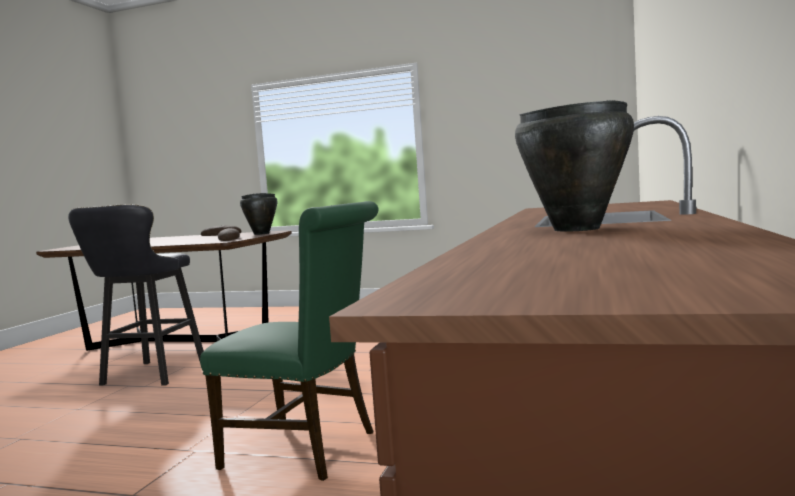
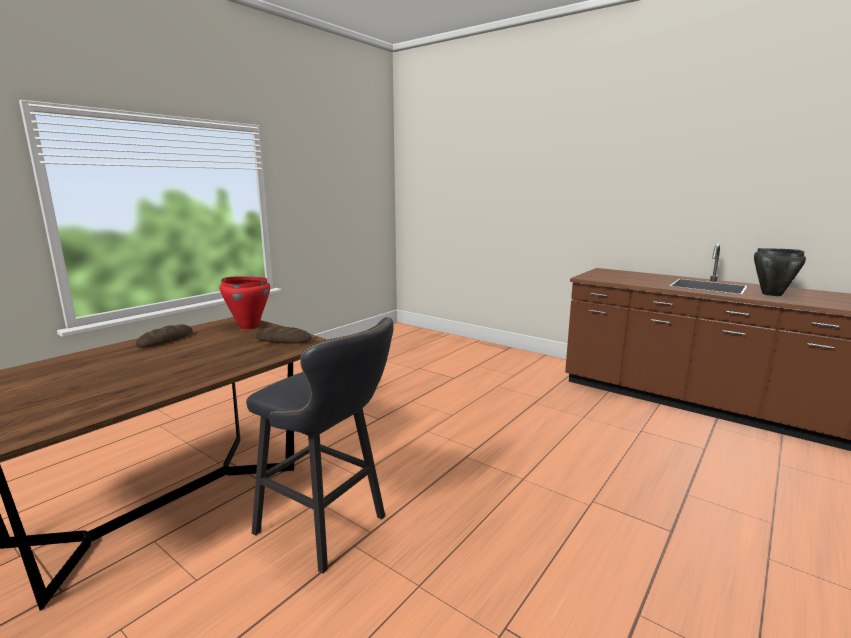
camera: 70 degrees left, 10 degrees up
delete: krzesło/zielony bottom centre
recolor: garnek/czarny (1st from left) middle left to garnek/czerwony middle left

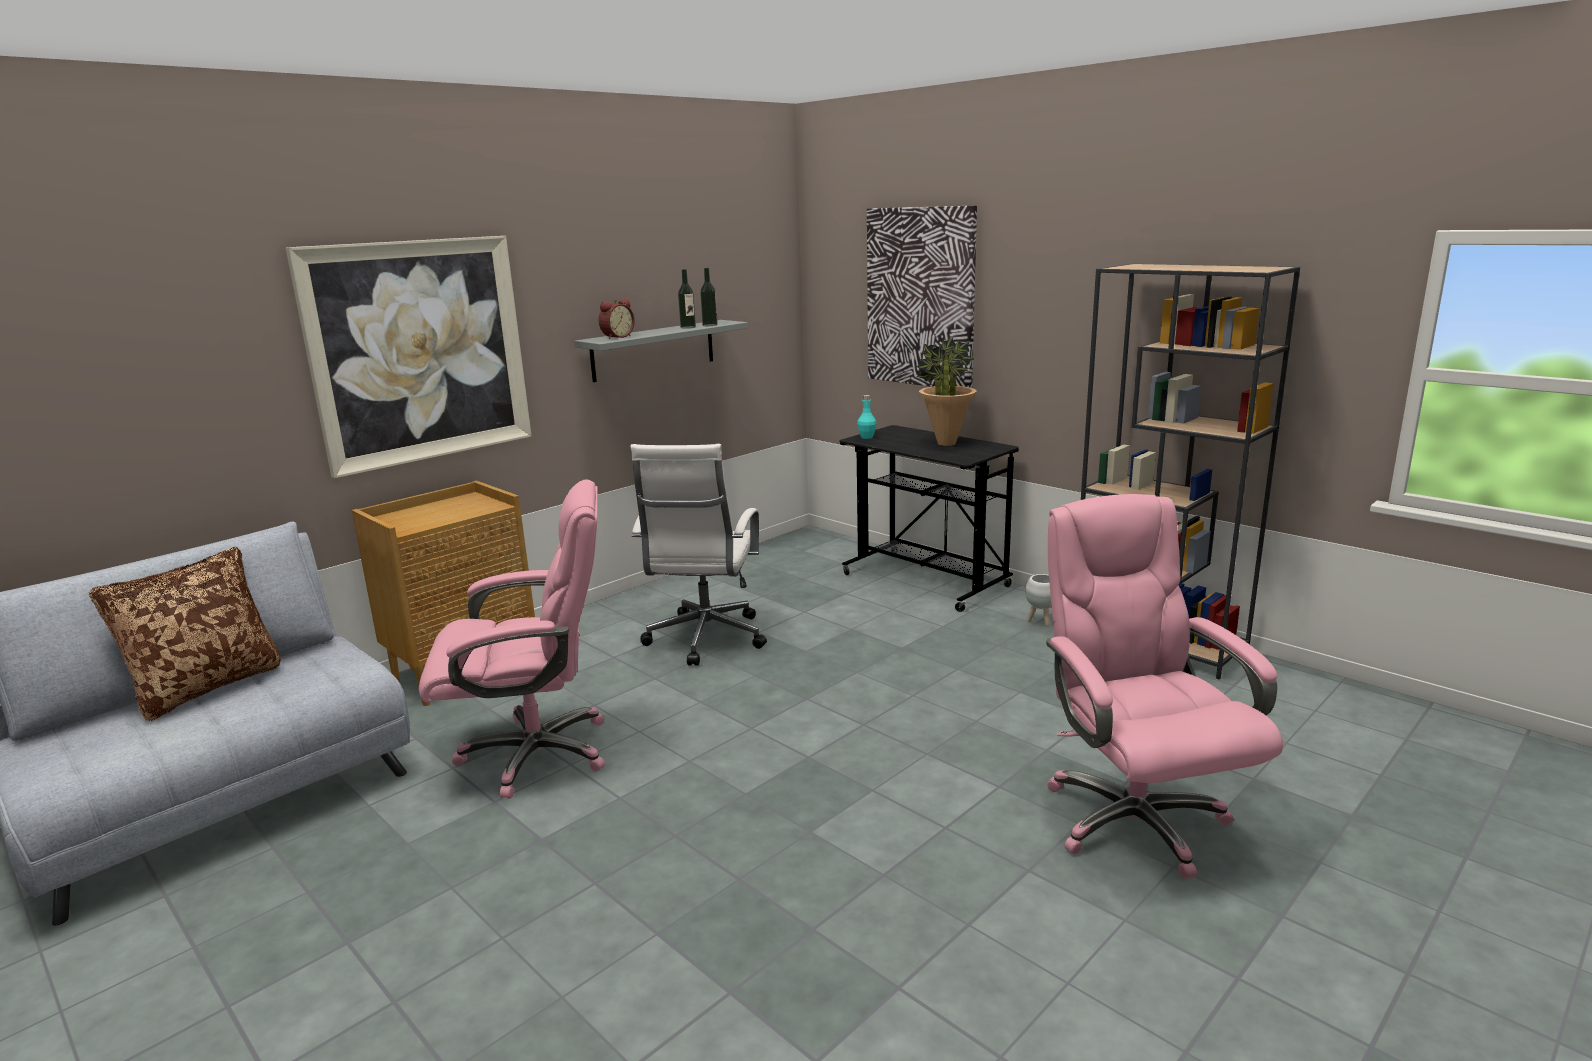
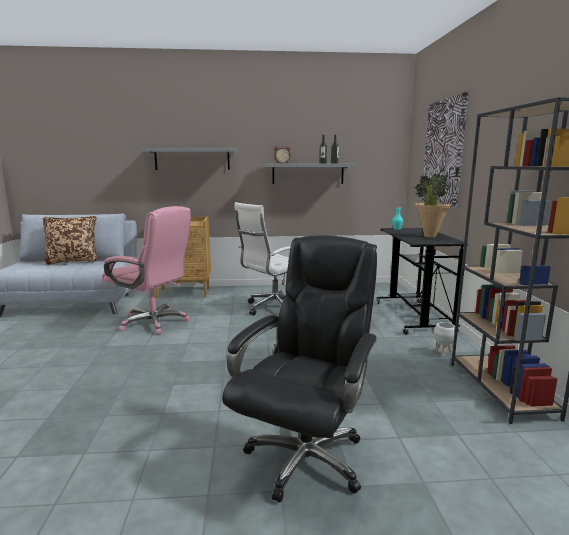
camera: 40 degrees right, 5 degrees down
replace: obraz (1st from left) middle left to półka/szary (1st from left) top left
recolor: krzesło biurowe/różowy (2nd from left) middle right to krzesło biurowe/czarny bottom centre

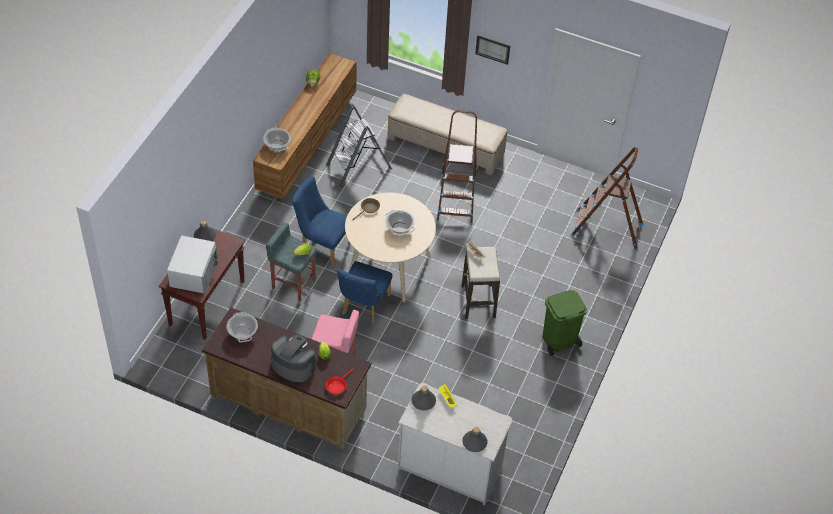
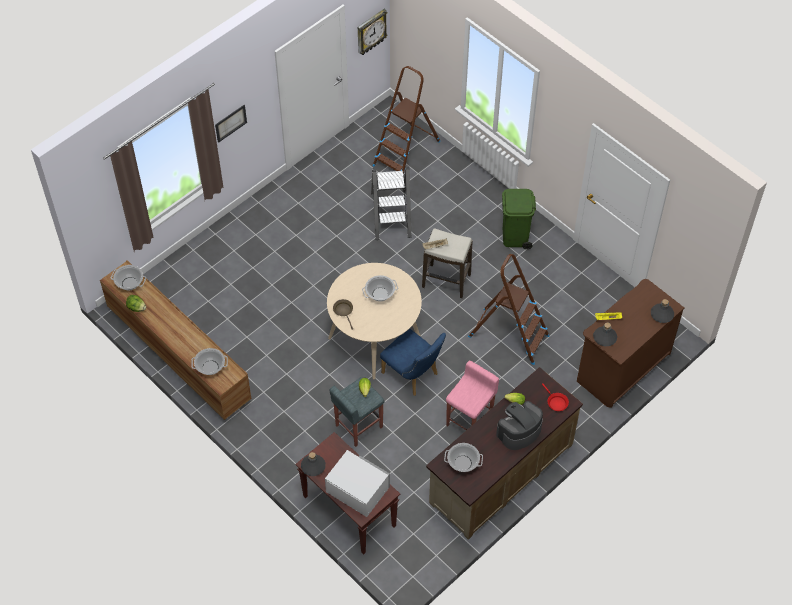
camera: 65 degrees left, 5 degrees up
delete: krzesło/niebieski (1st from left) centre; ławka/beżowy top centre
insert: garnek (1st from left) middle left; zegar ścienny top centre
move: drabinka/szary top centre to centre; drabinka/brązowy (1st from left in the first image) top centre to drabinka/brązowy (2nd from left) centre
recolor: komoda/biały bottom centre to komoda/brązowy middle right

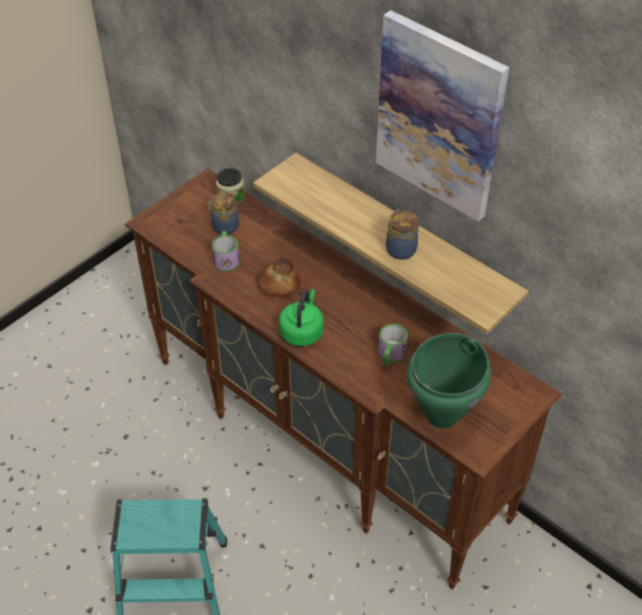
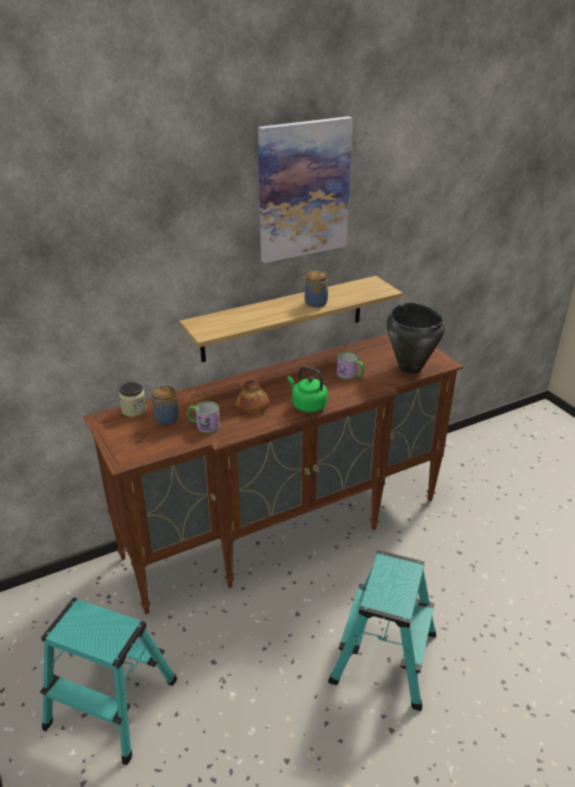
camera: 70 degrees left, 15 degrees down
insert: drabinka/turkusowy (1st from left) bottom left
recolor: garnek/zielony middle right to garnek/czarny middle right

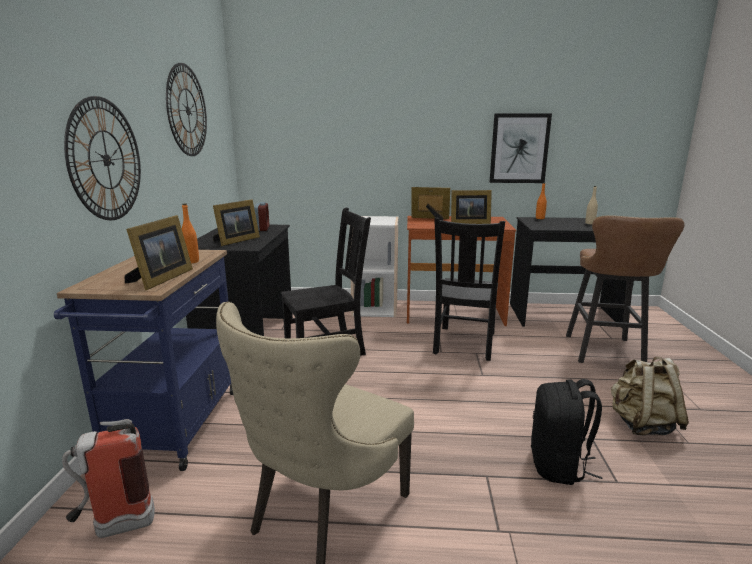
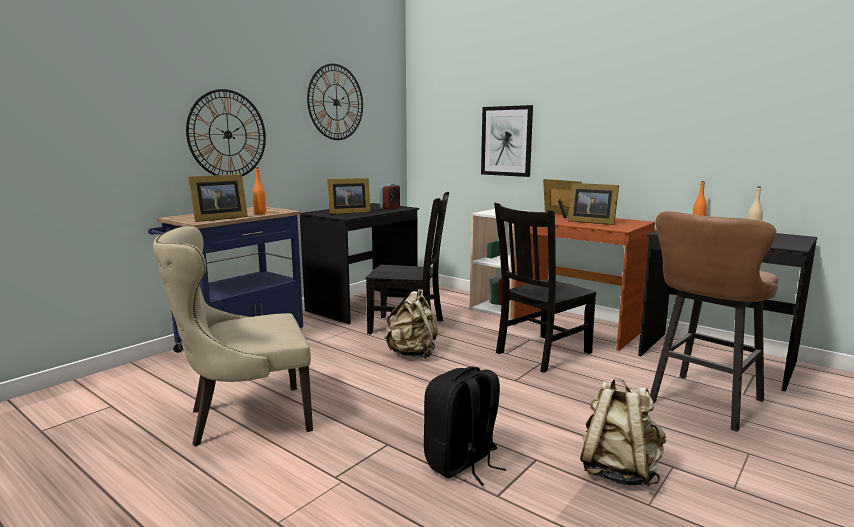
camera: 35 degrees right, 5 degrees down
delete: gaśnica bottom left
insert: plecak/beżowy (1st from left) centre
move: obraz top right to top centre

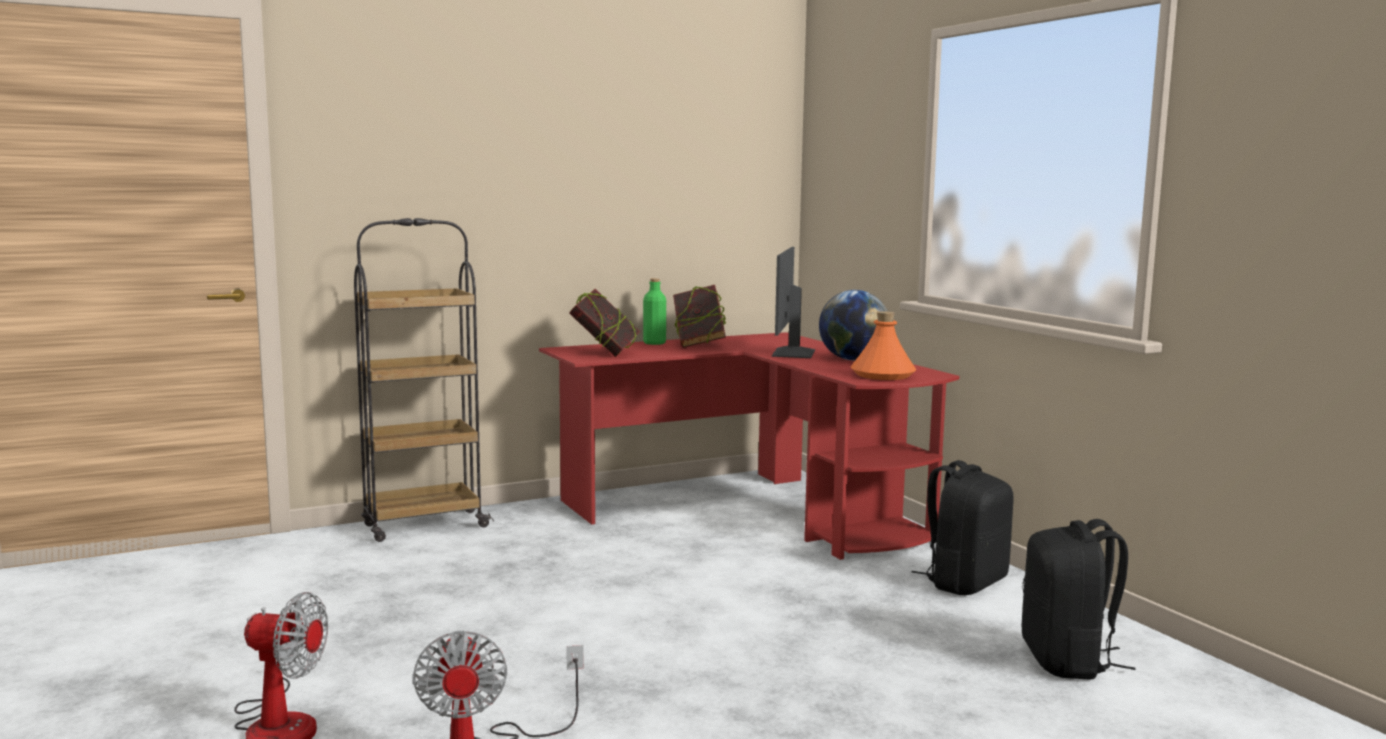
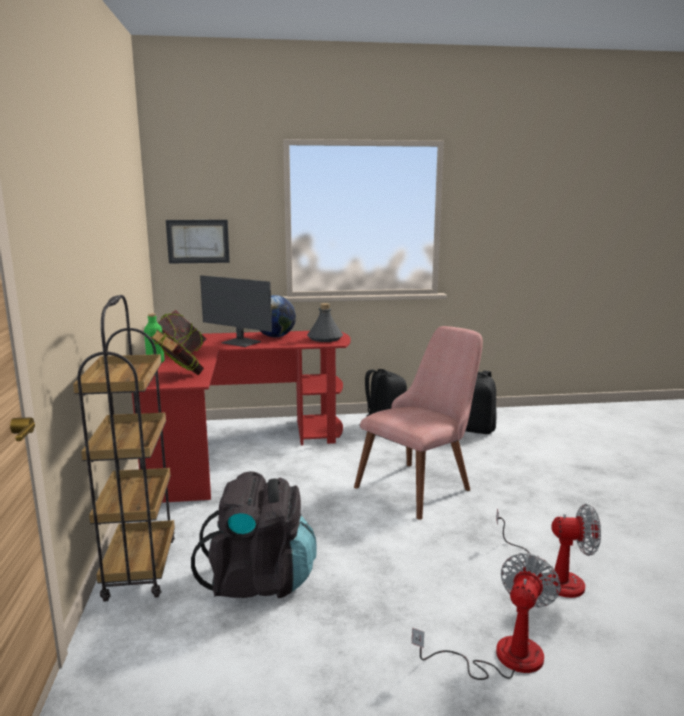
camera: 70 degrees left, 5 degrees up
insert: obraz middle left; plecak/czarny (1st from left) bottom centre; krzesło/różowy centre
recolor: butelka/pomarańczowy centre to butelka/szary centre

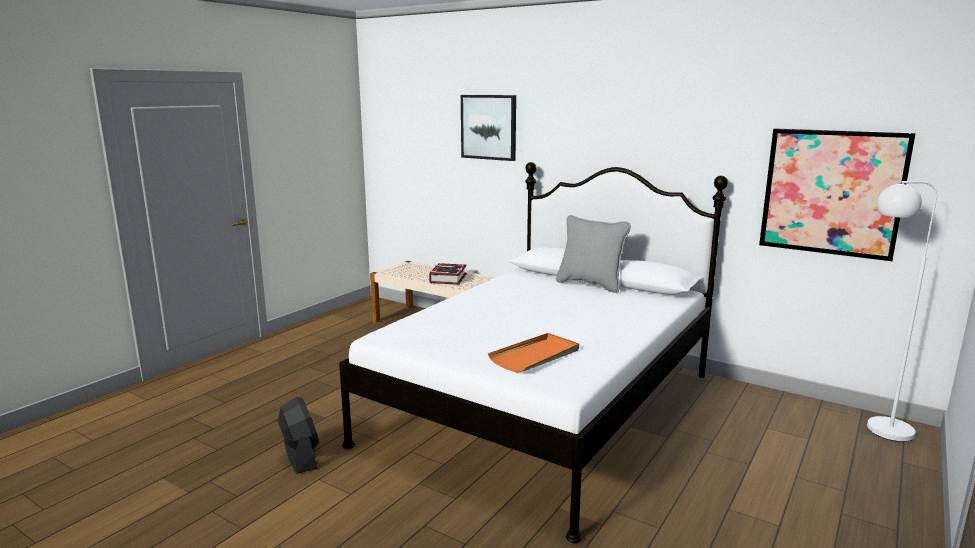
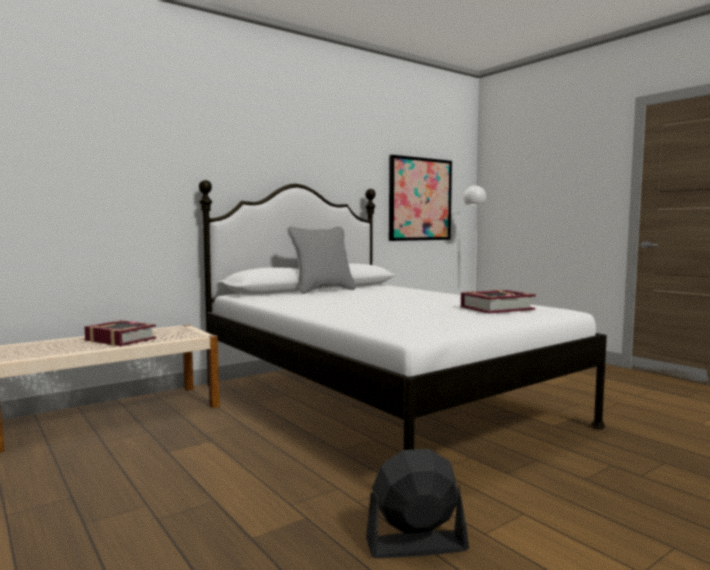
camera: 70 degrees left, 10 degrees down
delete: obraz (1st from left) top centre
replace: taca/pomarańczowy centre to książka (2nd from left) middle right

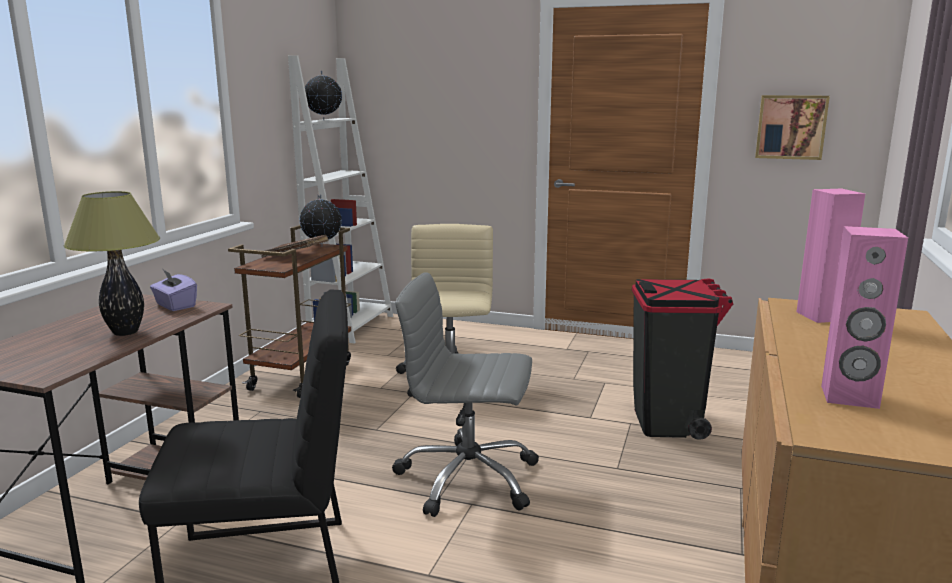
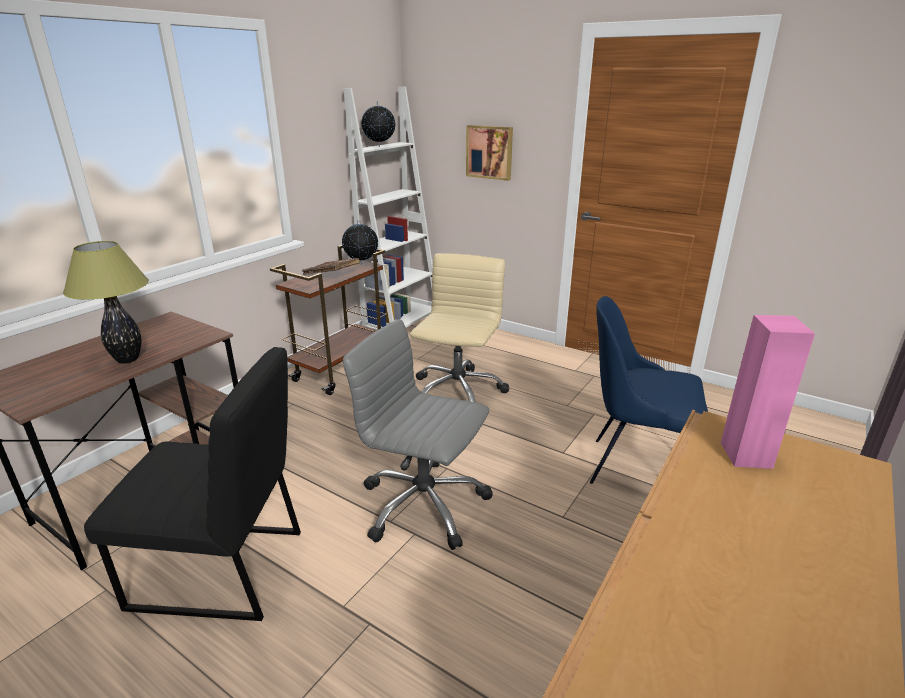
camera: 15 degrees right, 10 degrees up
delete: pudełko chusteczek/fioletowy middle left; głośnik/różowy (2nd from left) middle right
move: obraz top right to top centre
replace: kosz na śmieci/czarny middle right to krzesło/niebieski middle right

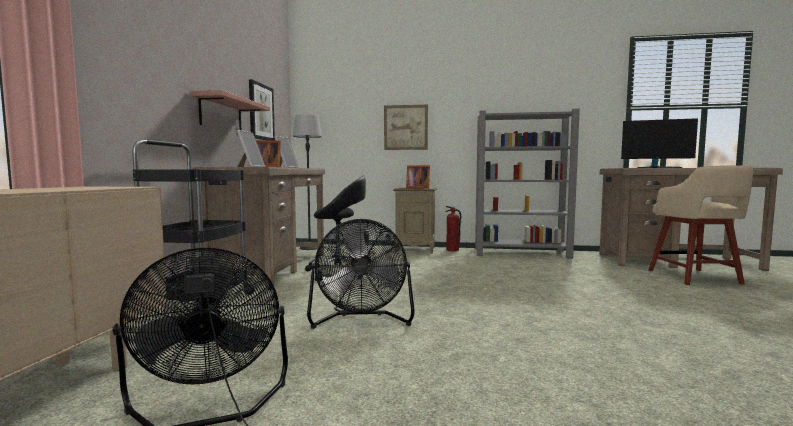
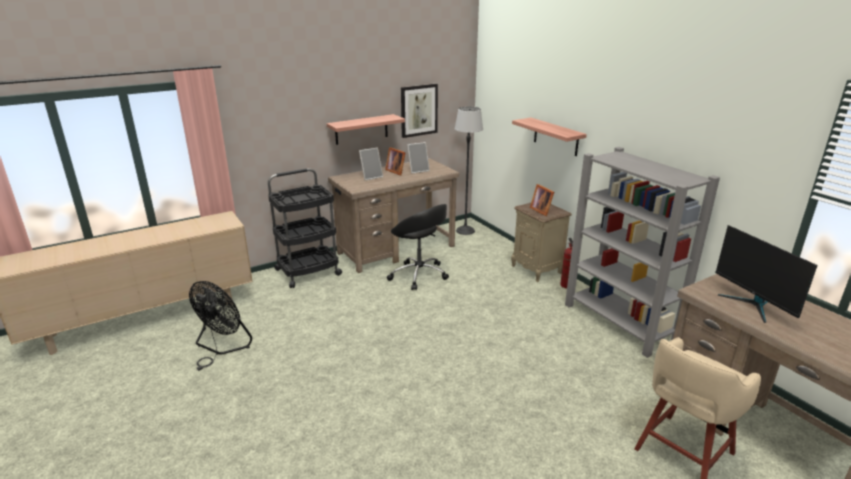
camera: 50 degrees right, 20 degrees up
delete: wentylator/czarny (2nd from left) centre
replace: obraz (2nd from left) top centre to półka (2nd from left) top centre

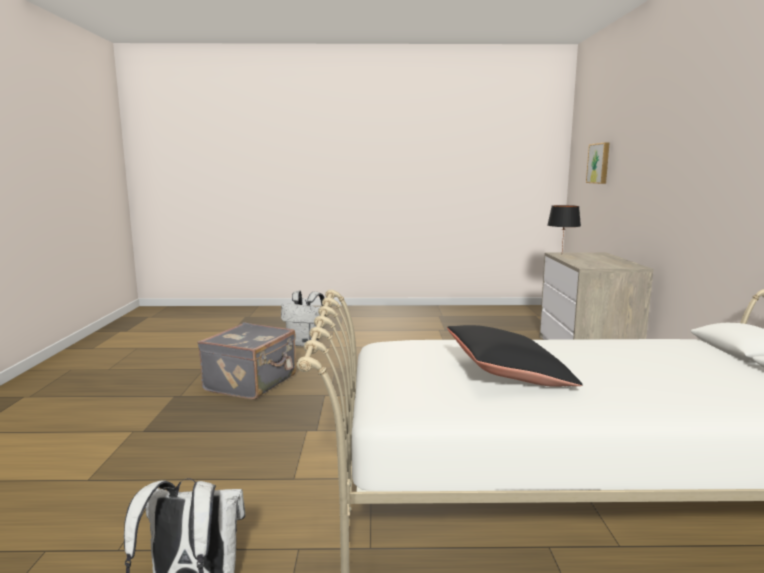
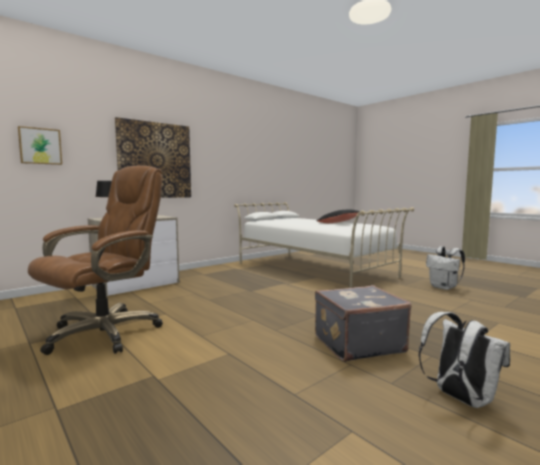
camera: 130 degrees left, 5 degrees down
insert: krzesło biurowe/brązowy middle left; obraz (2nd from left) middle left
move: plecak/biały (2nd from left) centre to bottom right

